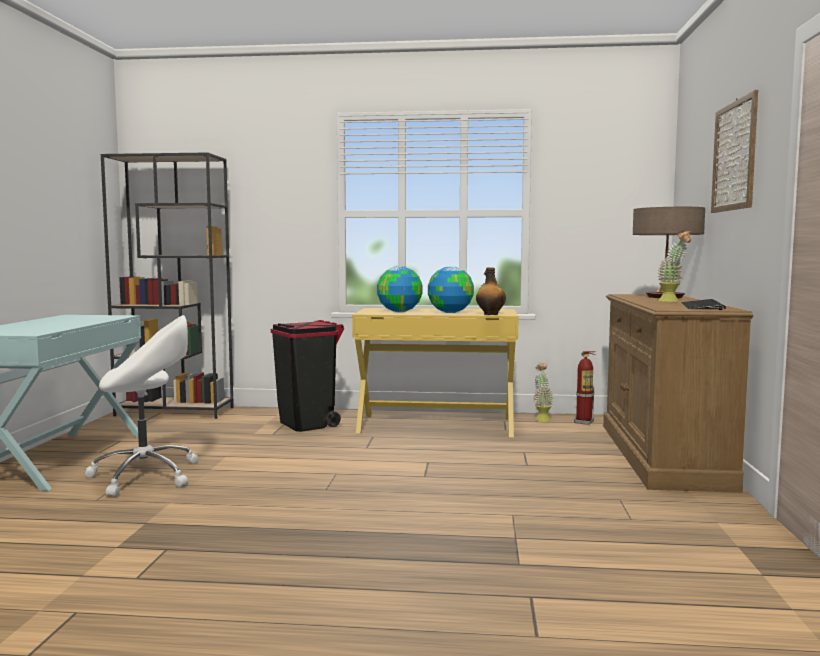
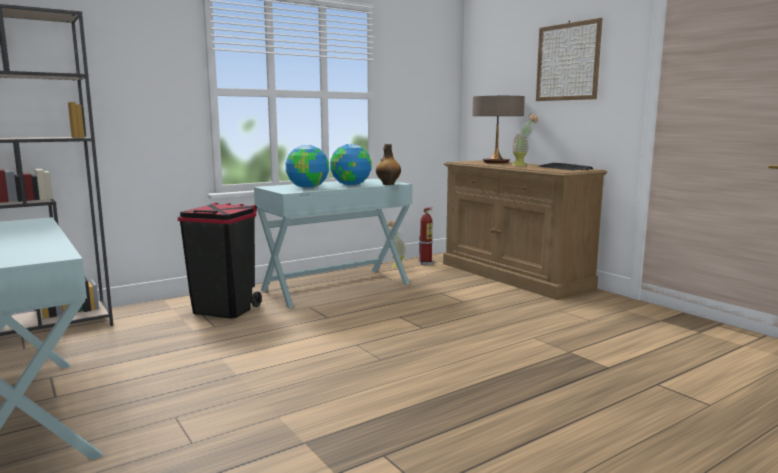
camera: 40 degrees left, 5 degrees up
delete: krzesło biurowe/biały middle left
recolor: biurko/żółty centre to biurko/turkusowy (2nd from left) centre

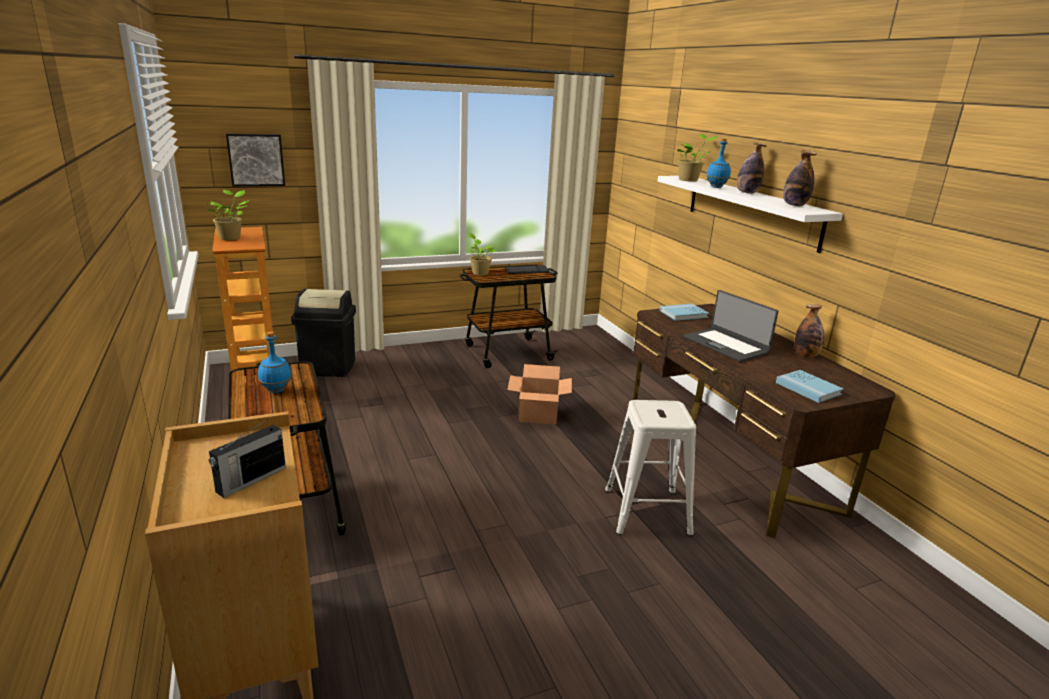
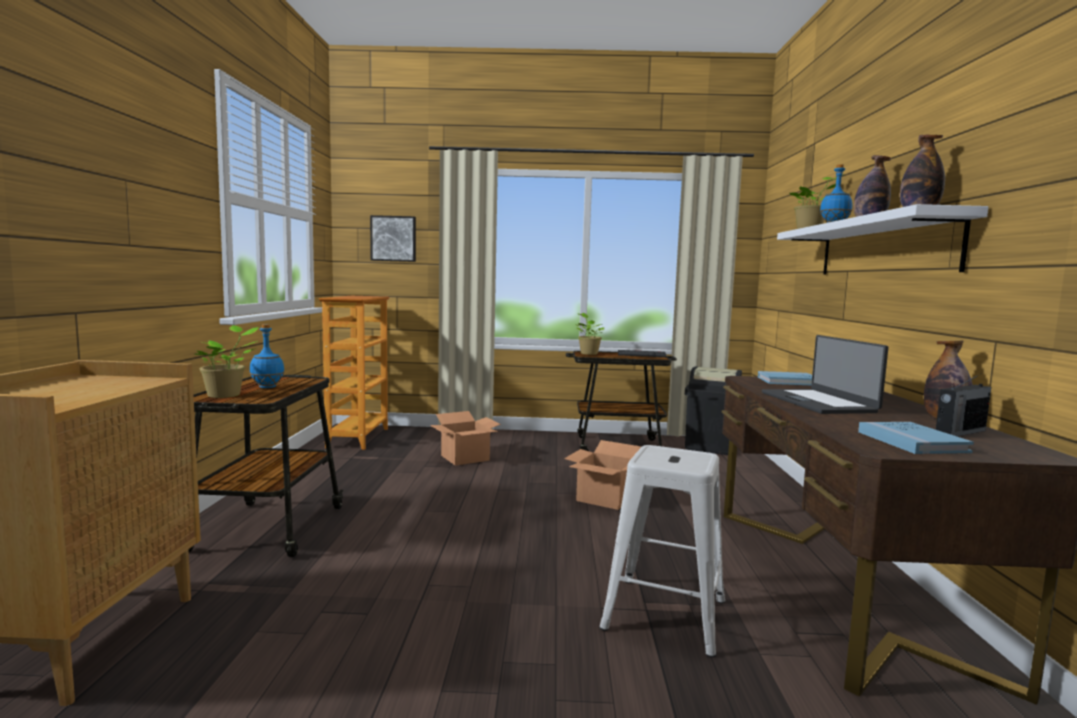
camera: 25 degrees right, 15 degrees down
insert: karton (1st from left) centre
move: roślina doniczkowa (1st from left) top left to middle left; kosz na śmieci/czarny middle left to centre; radio middle left to middle right

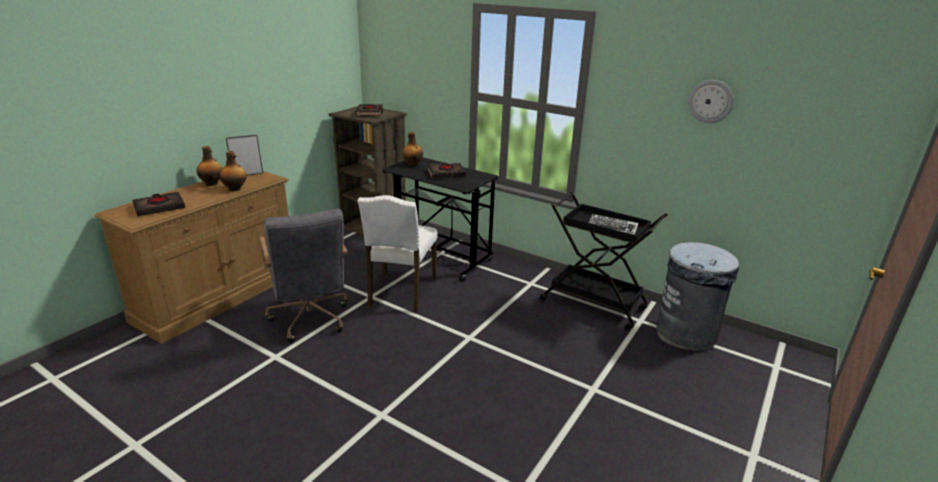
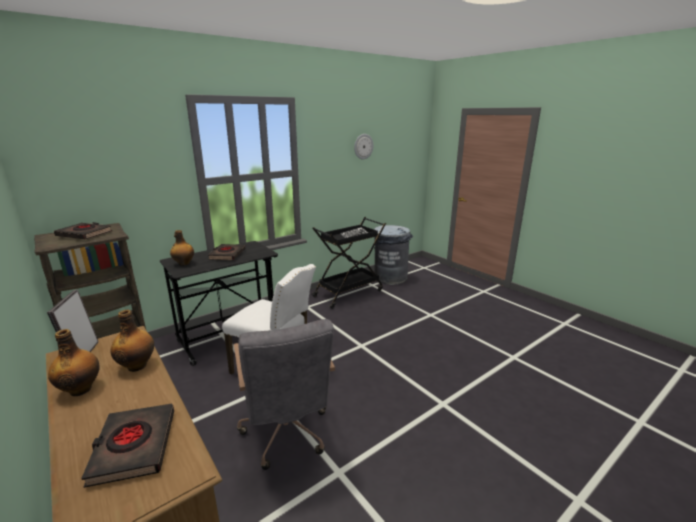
camera: 70 degrees left, 5 degrees down
rotate: krzesło biurowe/szary middle left = bottom centre 75 degrees clockwise

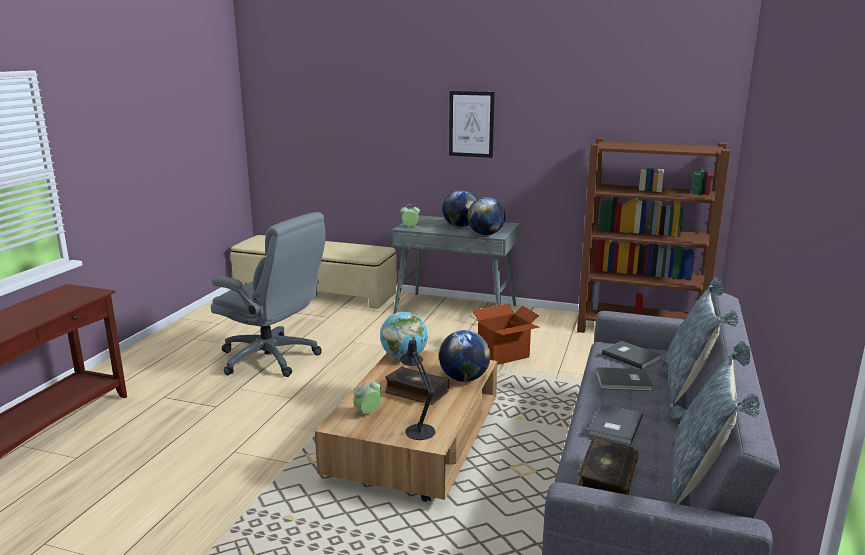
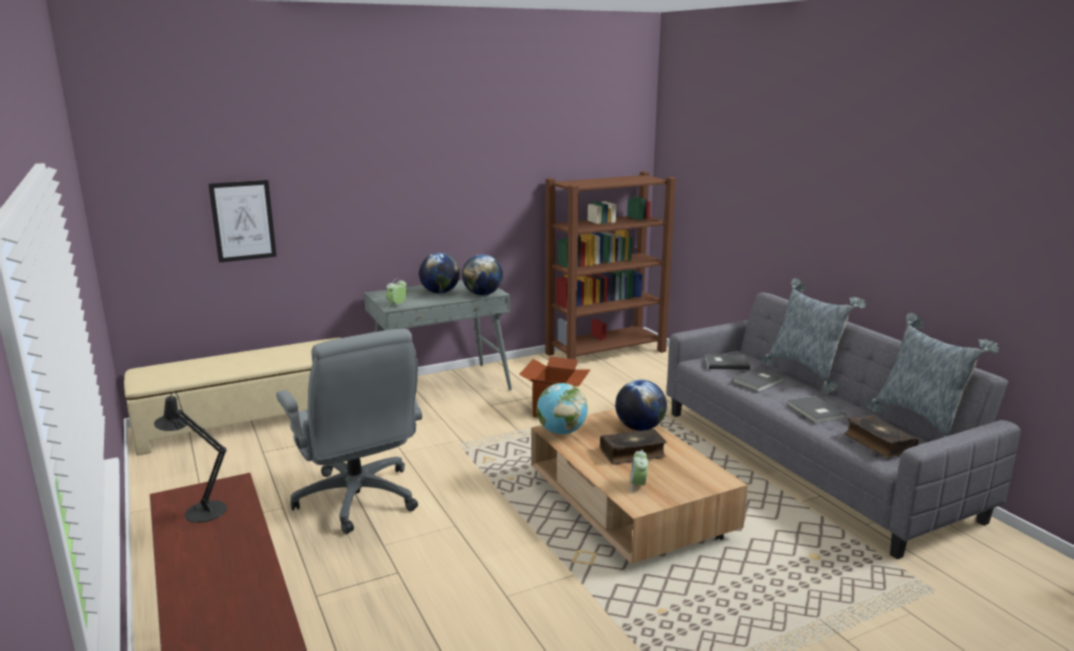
camera: 45 degrees left, 0 degrees up
move: lampa stołowa/czarny bottom centre to bottom left; obraz top centre to middle left
rotate: krzesło biurowe/szary middle left = middle left 75 degrees clockwise

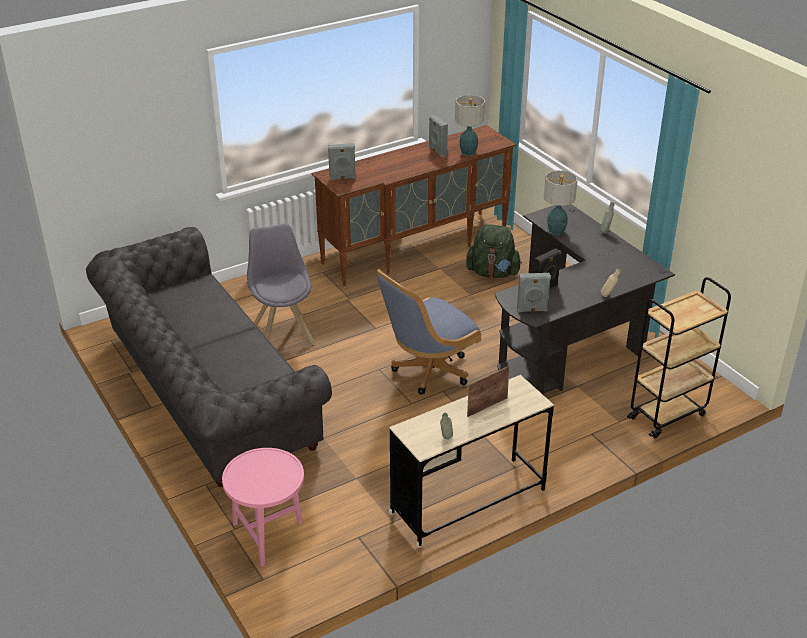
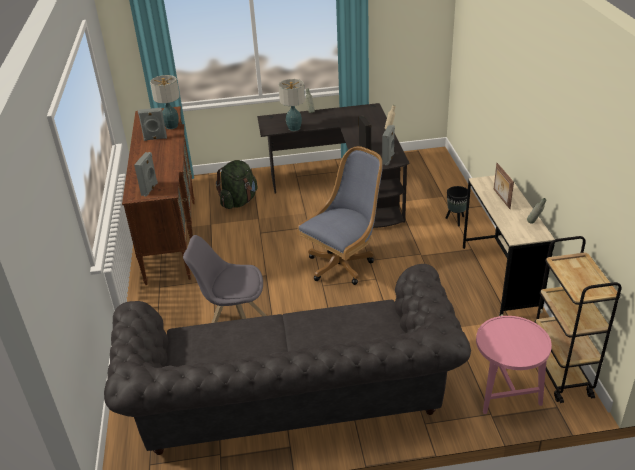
camera: 65 degrees left, 0 degrees up
insert: donica/czarny middle right
move: wózek/brązowy middle right to bottom right
rotate: krzesło biurowe/niebieski centre = centre 120 degrees counterclockwise

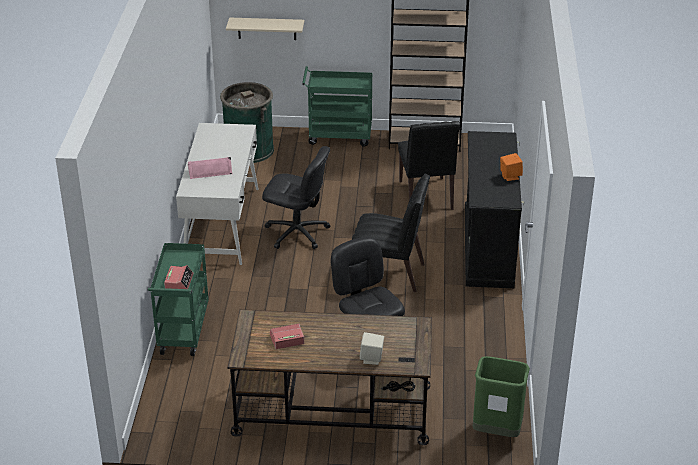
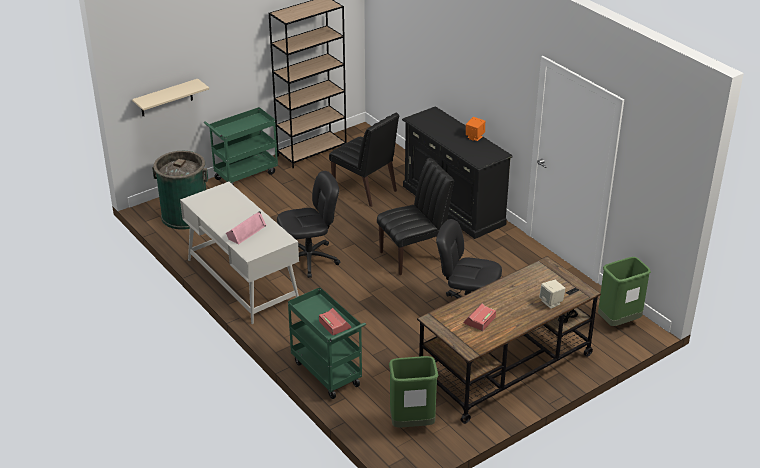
camera: 40 degrees left, 0 degrees up
insert: kosz na śmieci/zielony (2nd from left) bottom centre

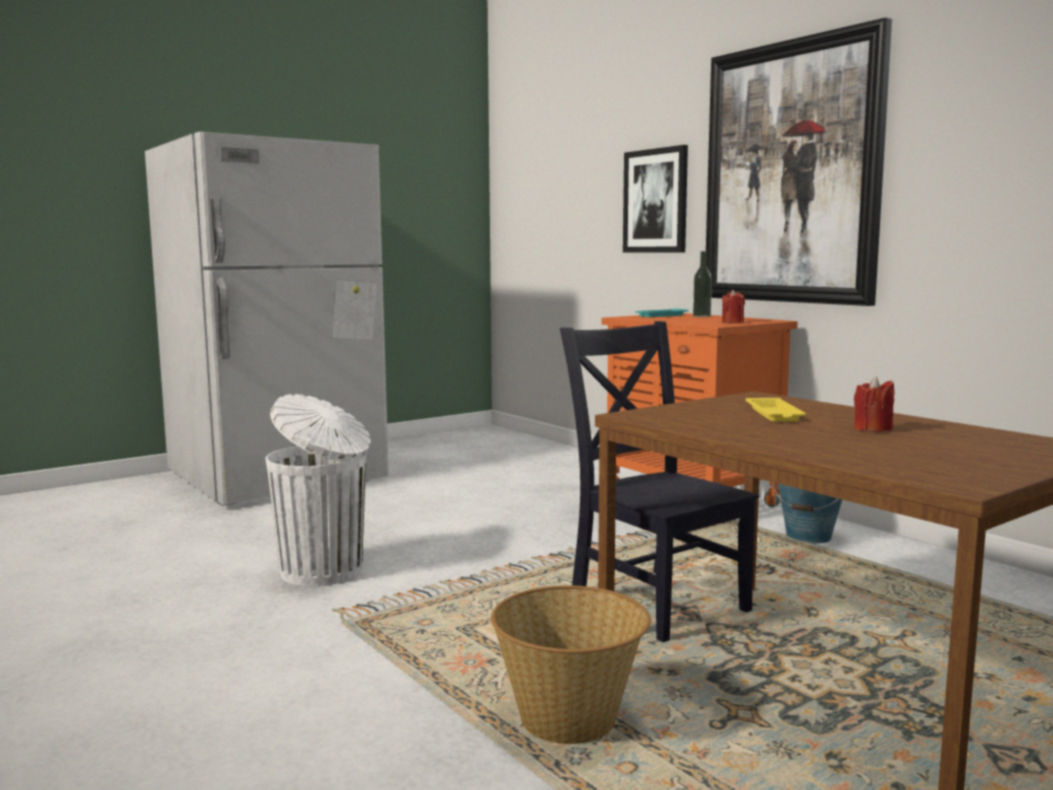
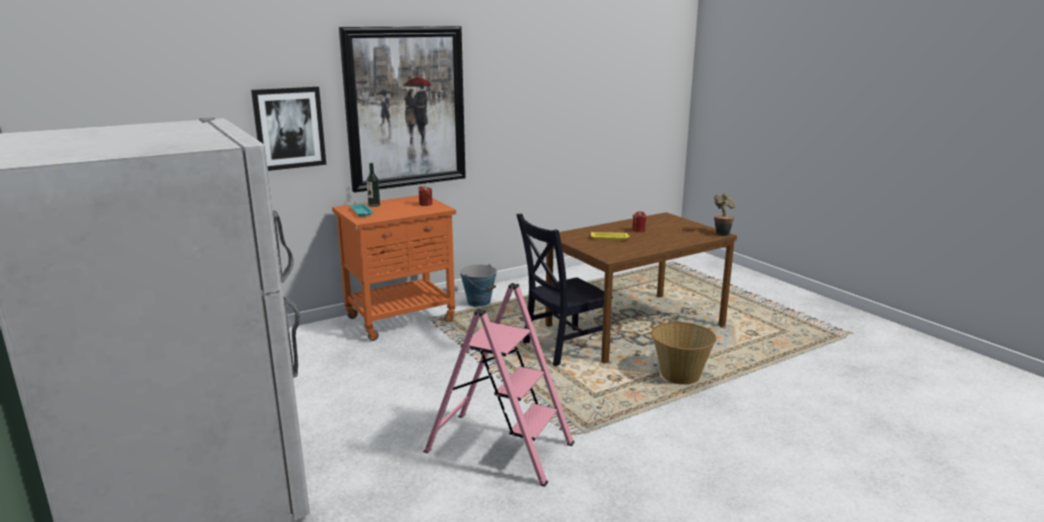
camera: 85 degrees left, 10 degrees up
insert: roślina doniczkowa middle right
replace: kosz na śmieci/biały middle left to drabinka/różowy bottom centre

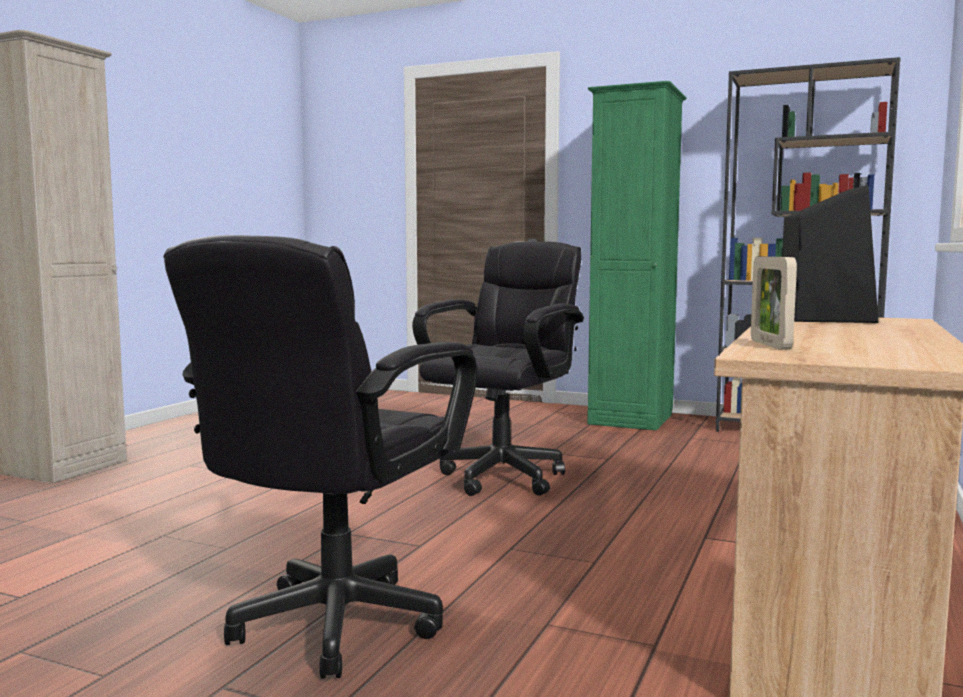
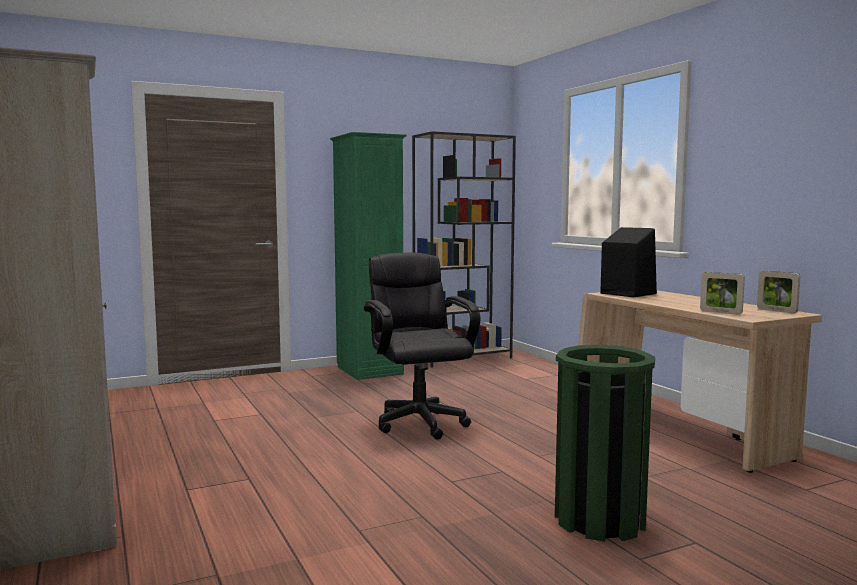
camera: 50 degrees left, 0 degrees up
insert: ramka na zdjęcie (2nd from left) middle right
replace: krzesło biurowe/czarny (1st from left) middle left to kosz na śmieci/zielony bottom right

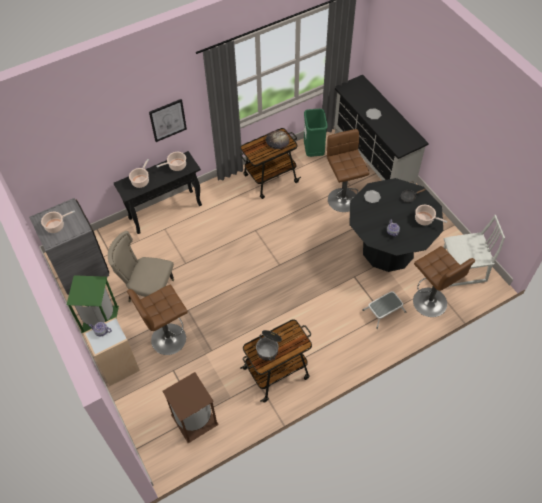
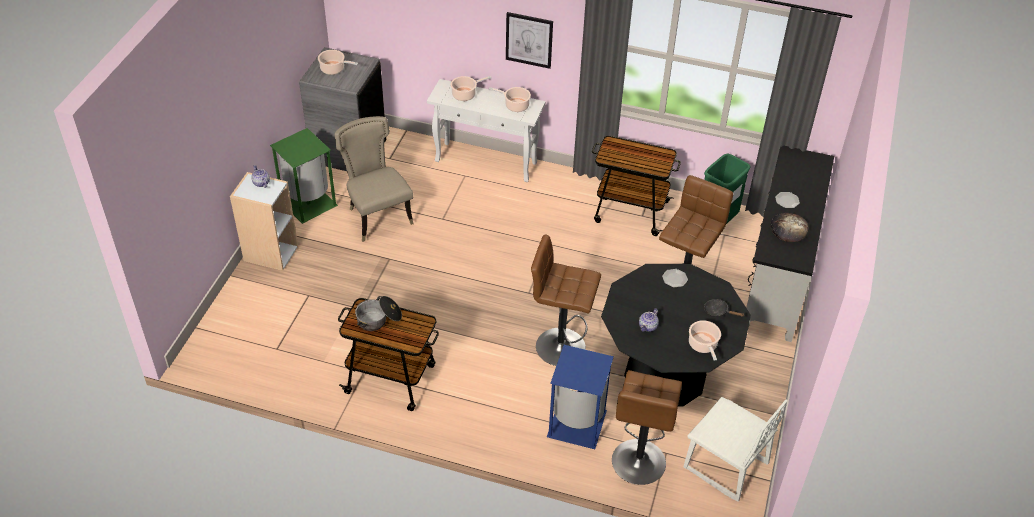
camera: 45 degrees right, 10 degrees down
delete: kosz na śmieci/brązowy bottom centre
move: stołek/brązowy (1st from left) middle left to centre; chleb top centre to middle right
replace: drabinka/szary middle right to kosz na śmieci/niebieski bottom centre
recolor: stolik konsolowy/czarny middle left to stolik konsolowy/biały top centre

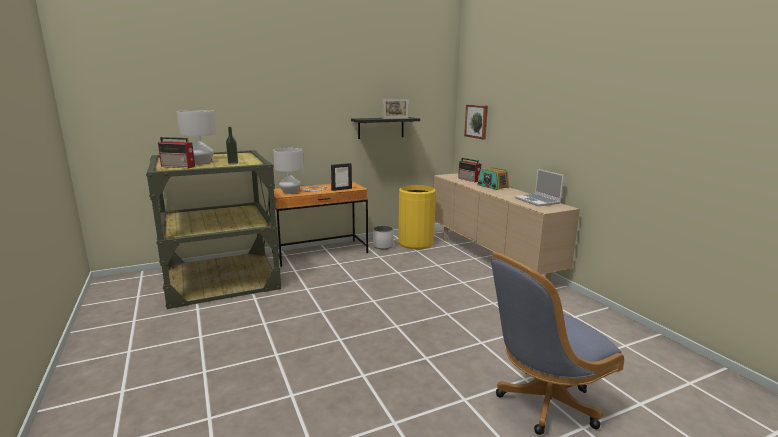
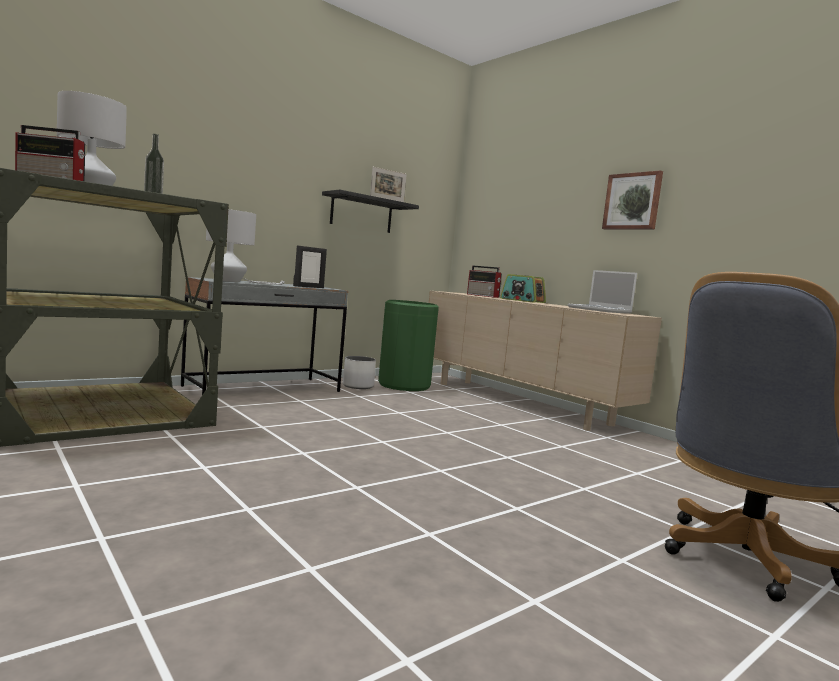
camera: 15 degrees left, 10 degrees down
move: obraz top centre to top right
recolor: biurko/brązowy centre to biurko/szary middle left; kosz na śmieci/żółty centre to kosz na śmieci/zielony centre

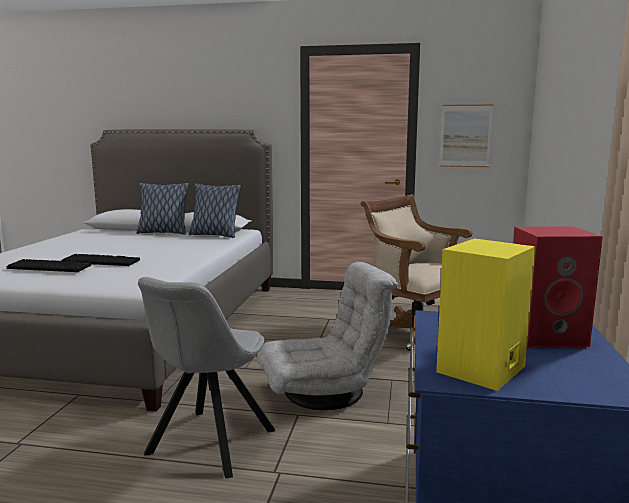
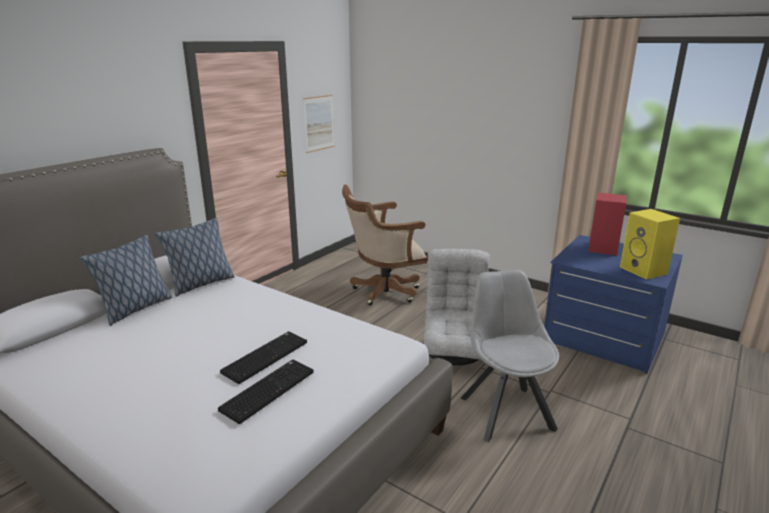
camera: 65 degrees left, 10 degrees up
rotate: krzesło/szary bottom left = bottom centre 150 degrees counterclockwise

